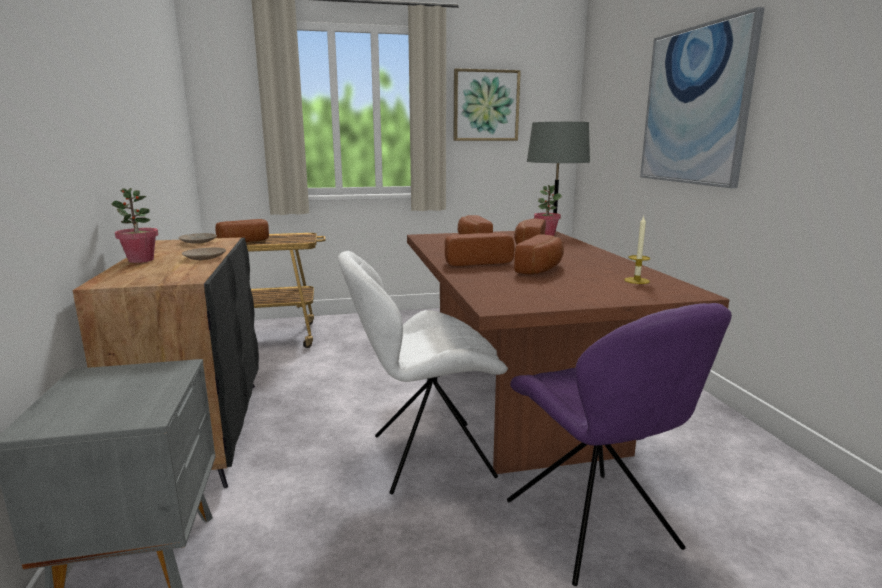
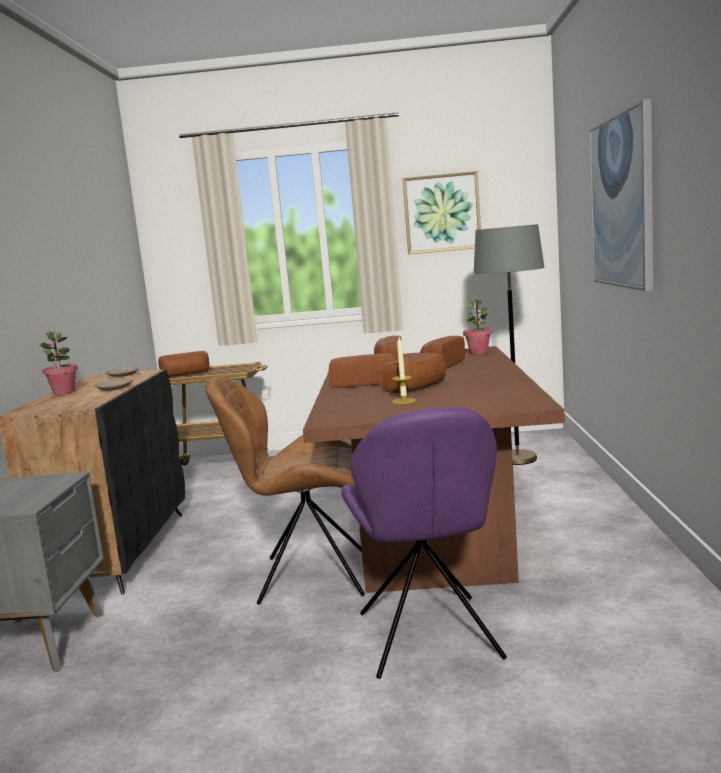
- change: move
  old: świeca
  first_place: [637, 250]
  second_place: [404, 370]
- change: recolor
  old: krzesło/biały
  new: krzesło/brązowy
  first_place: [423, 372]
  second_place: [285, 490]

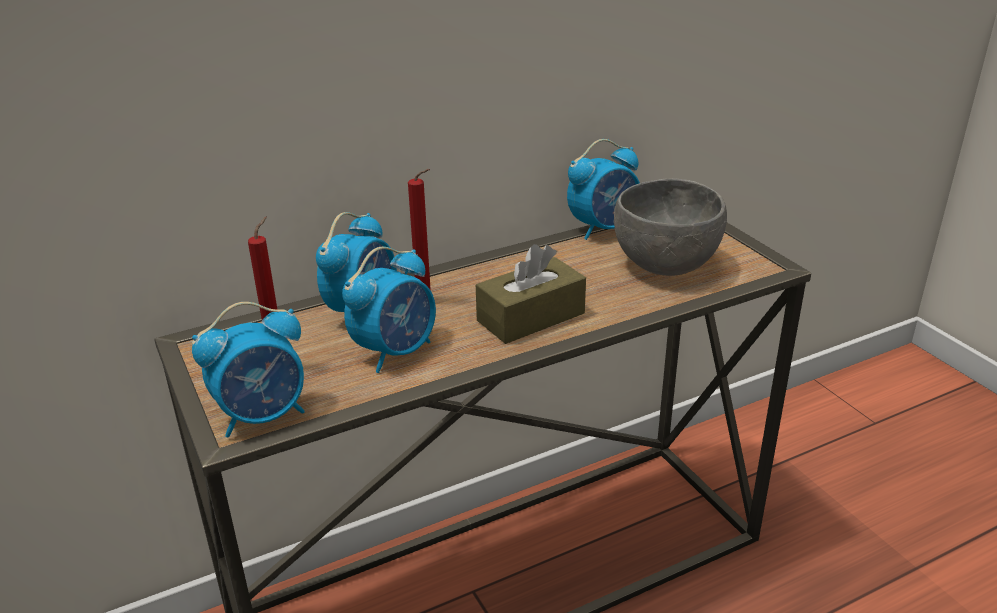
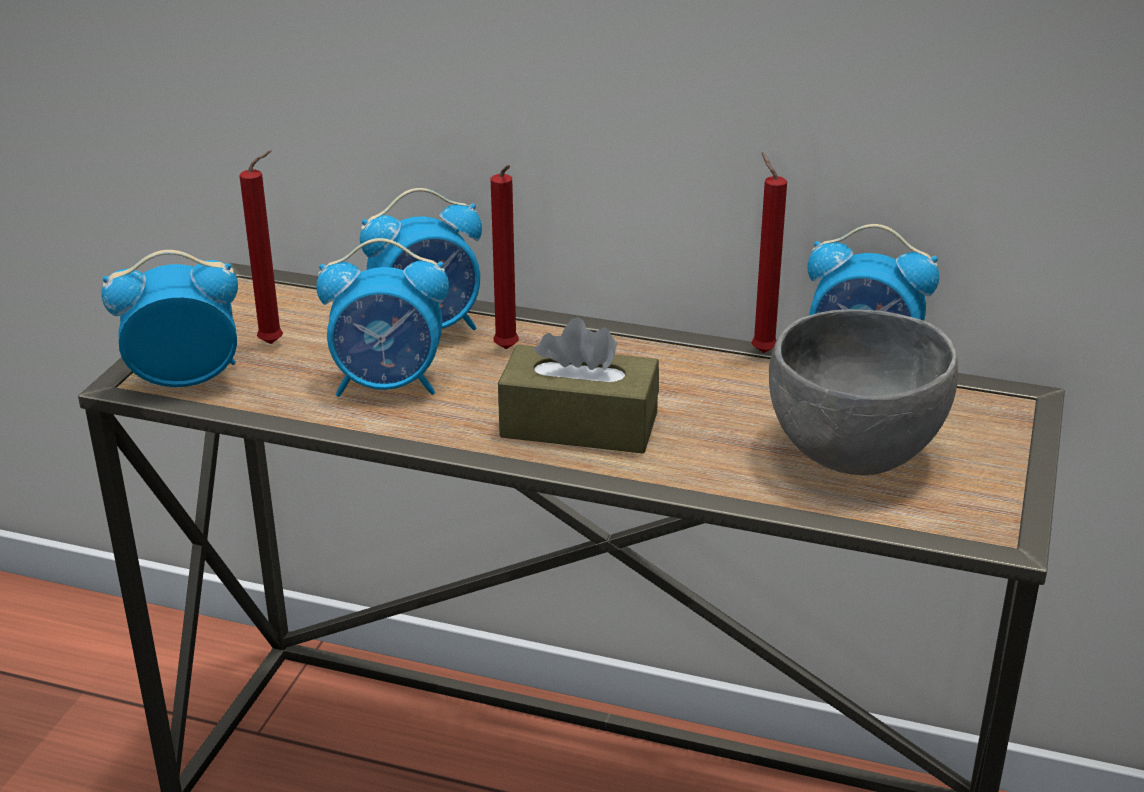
- change: rotate
  old: budzik
  first_place: [248, 370]
  second_place: [169, 318]
  degrees: 150
- change: insert
  new: świeca/czerwony
  second_place: [769, 252]

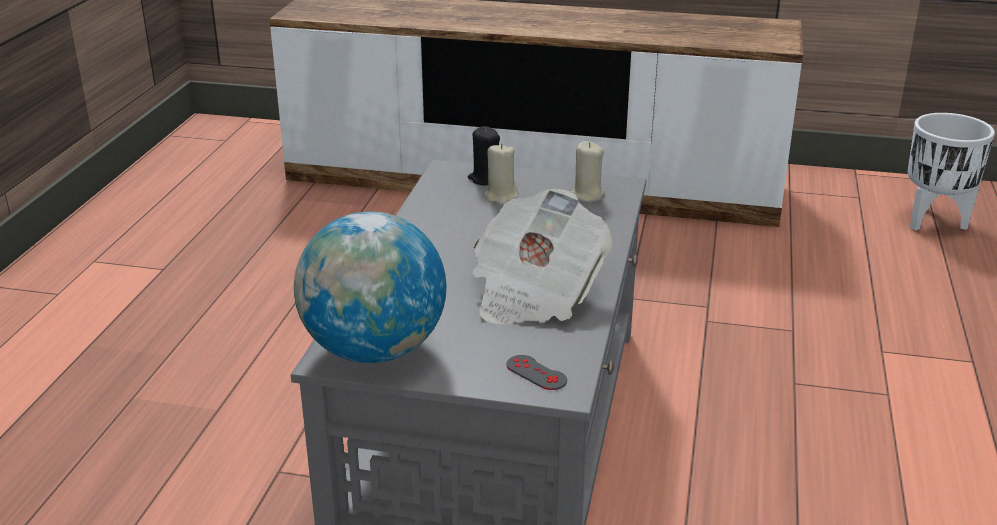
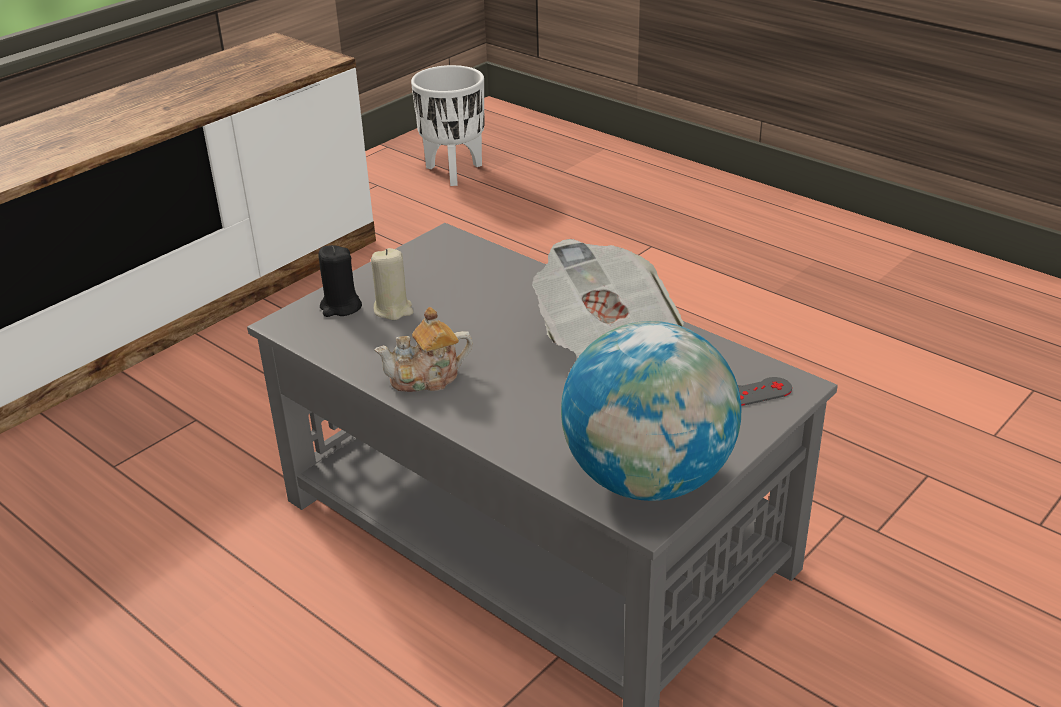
- change: delete
  old: świeca/beżowy
  first_place: [588, 171]
- change: insert
  new: imbryk
  second_place: [424, 349]

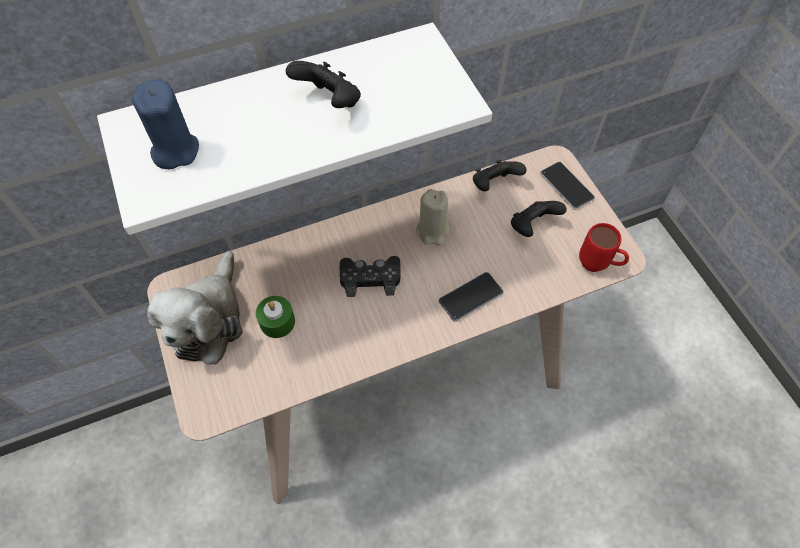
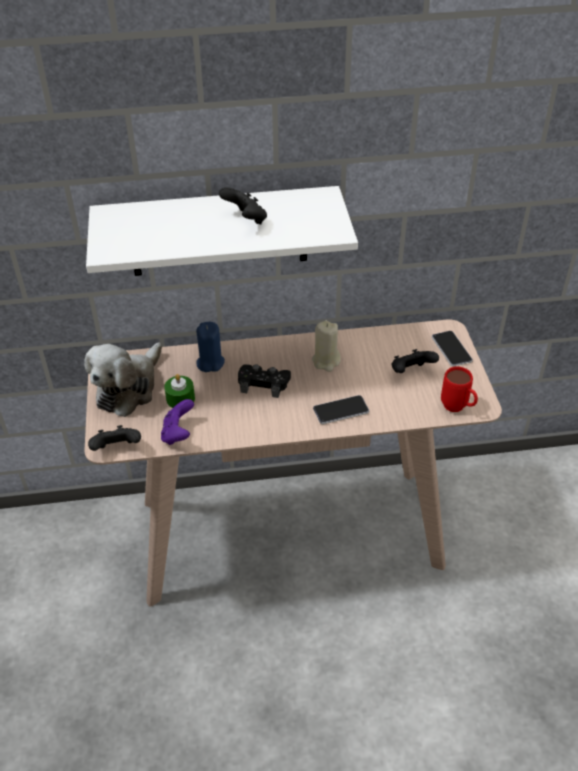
- change: move
  old: świeca/niebieski
  first_place: [165, 124]
  second_place: [210, 347]
- change: move
  old: pad do gier/czarny
  first_place: [499, 175]
  second_place: [114, 438]
- change: insert
  new: pad do gier/fioletowy
  second_place: [177, 422]

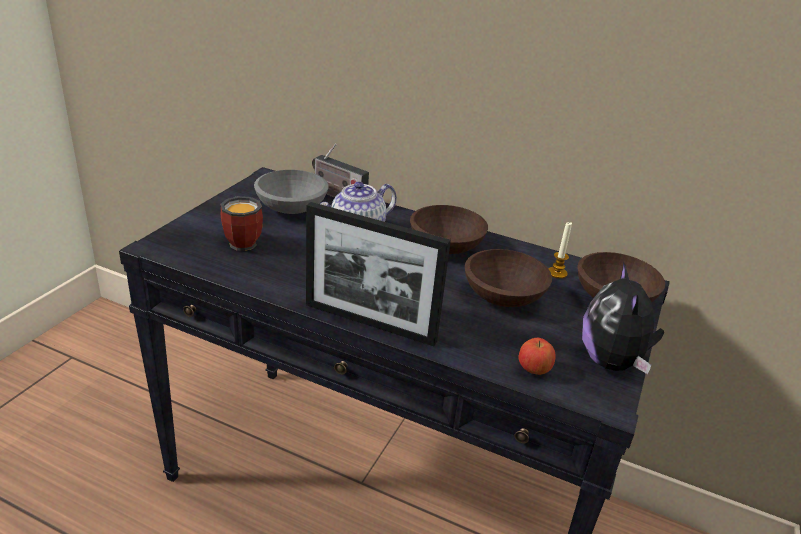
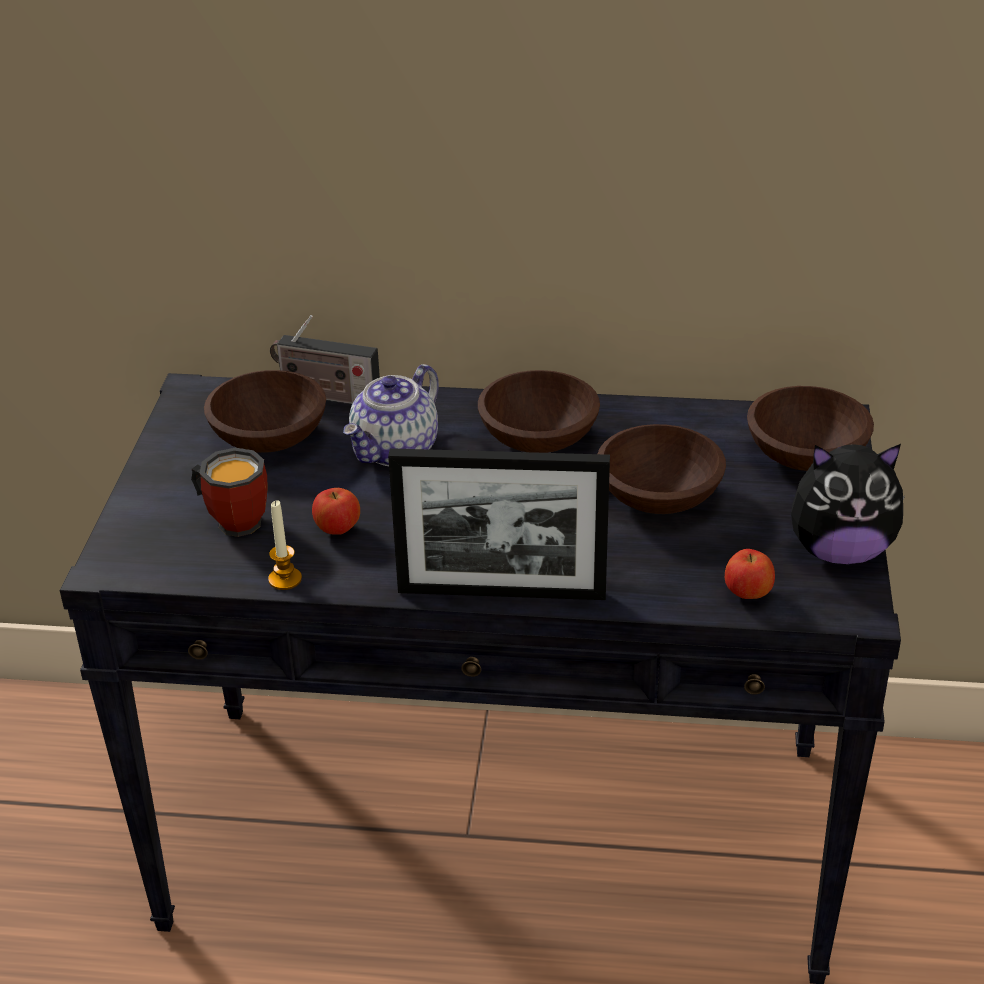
- change: recolor
  old: miska/szary
  new: miska/brązowy
  first_place: [291, 192]
  second_place: [265, 411]
- change: move
  old: świeca
  first_place: [560, 250]
  second_place: [285, 545]
- change: rotate
  old: pluszak
  first_place: [623, 317]
  second_place: [848, 504]
  degrees: -75
- change: insert
  new: jabłko
  second_place: [336, 511]

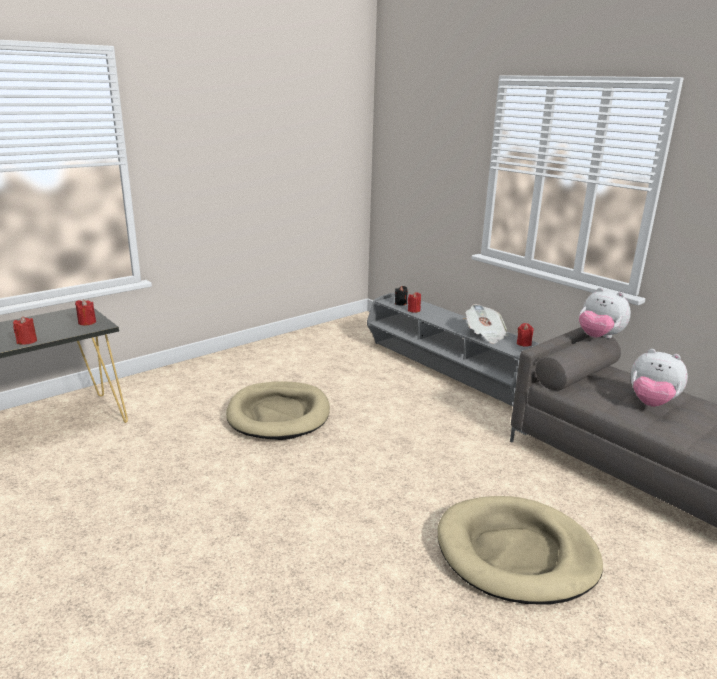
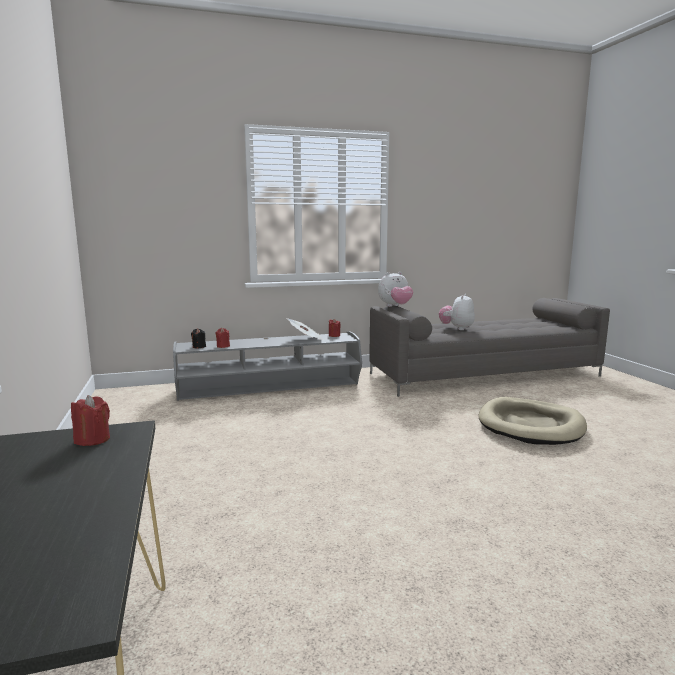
- change: delete
  old: świeca/czerwony
  first_place: [25, 330]
- change: rotate
  old: pluszak
  first_place: [659, 378]
  second_place: [457, 312]
  degrees: 150
- change: delete
  old: legowisko/beżowy
  first_place: [278, 410]

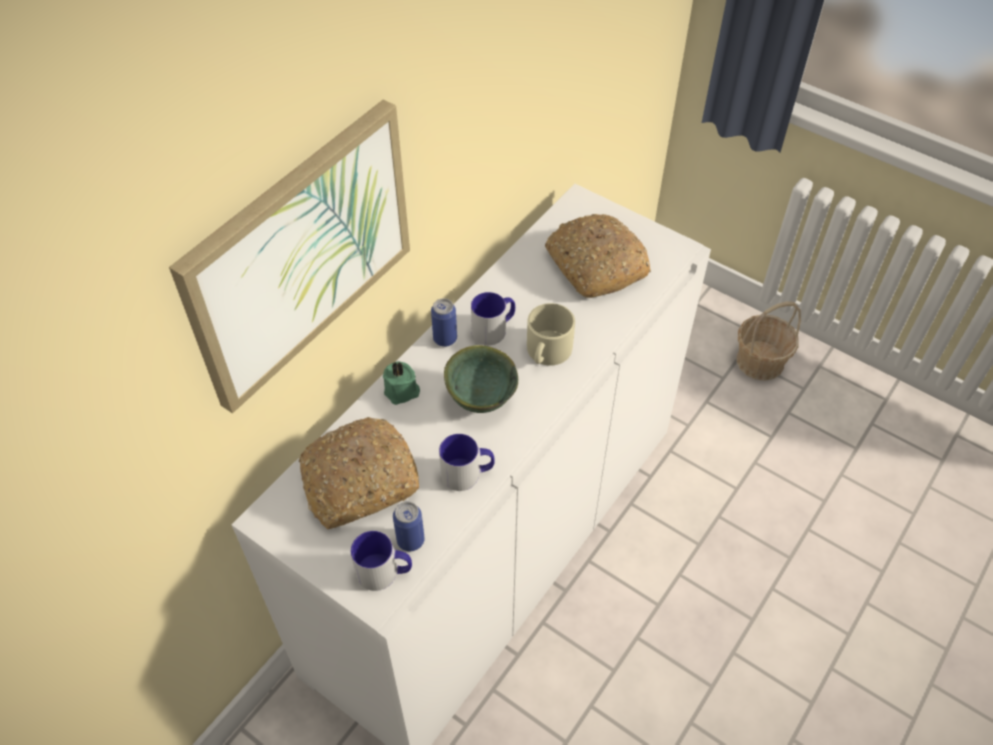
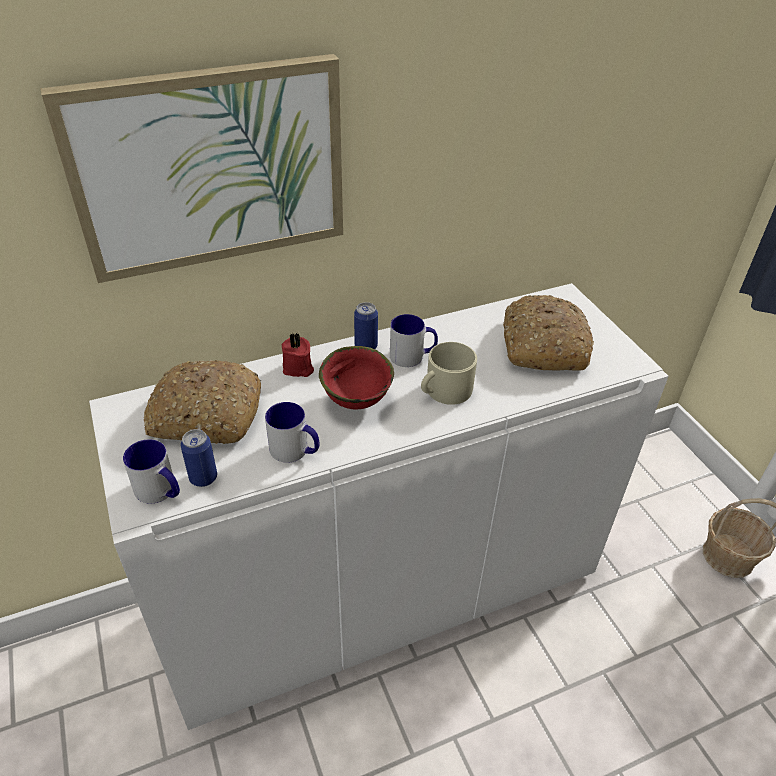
- change: recolor
  old: miska/zielony
  new: miska/czerwony
  first_place: [481, 379]
  second_place: [356, 377]
- change: recolor
  old: świeca/zielony
  new: świeca/czerwony
  first_place: [401, 383]
  second_place: [298, 355]

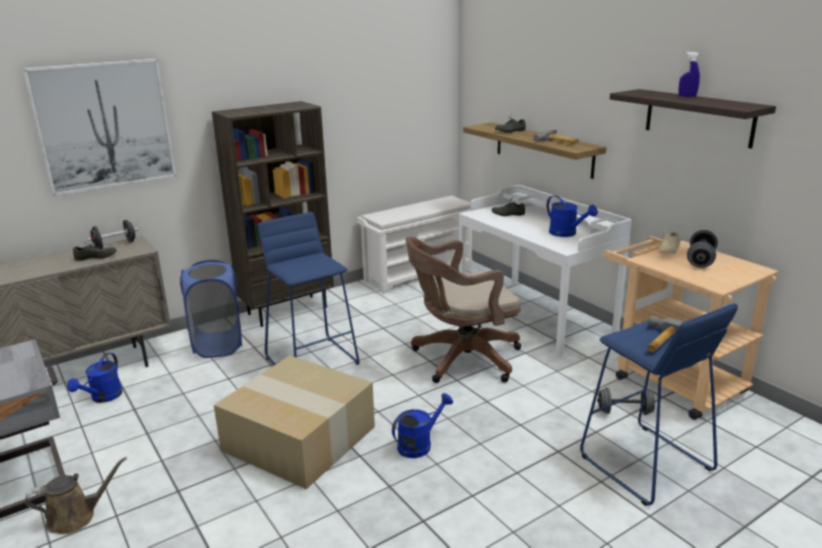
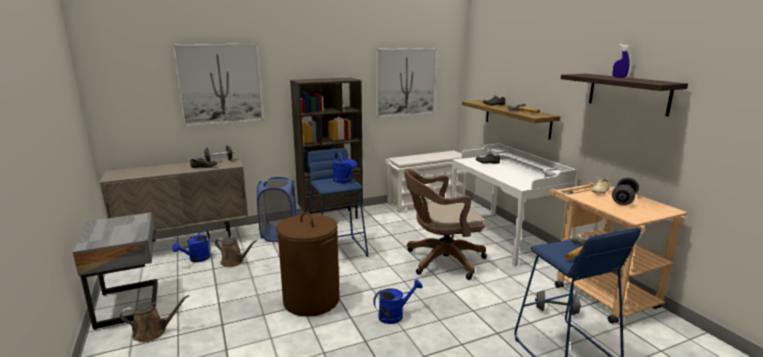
- change: move
  old: konewka/niebieski
  first_place: [572, 216]
  second_place: [345, 167]
- change: replace
  old: karton
  new: kosz na pranie/brązowy
  first_place: [294, 422]
  second_place: [308, 264]
- change: insert
  new: obraz
  second_place: [406, 83]
- change: insert
  new: konewka/brązowy
  second_place: [236, 252]

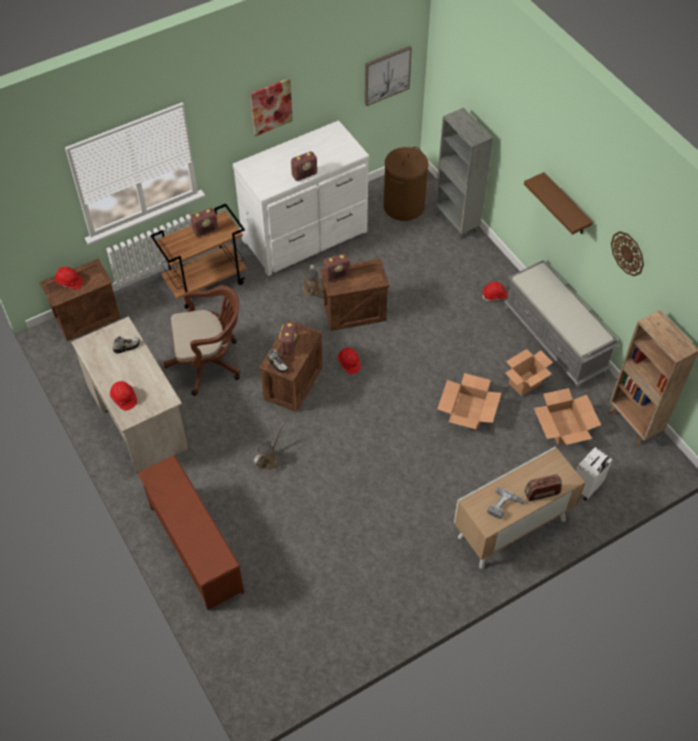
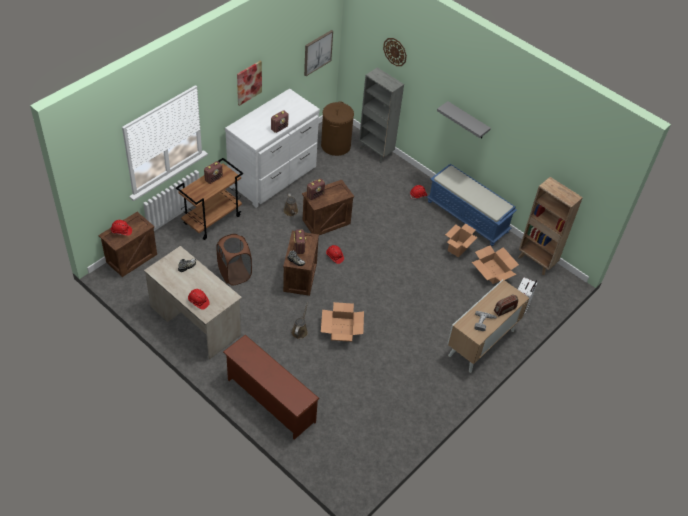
- change: recolor
  old: półka/brązowy
  new: półka/szary
  first_place: [558, 203]
  second_place: [464, 119]
- change: move
  old: zegar ścienny
  first_place: [627, 253]
  second_place: [395, 52]
- change: recolor
  old: ławka/szary
  new: ławka/niebieski
  first_place: [560, 324]
  second_place: [472, 205]
- change: replace
  old: krzesło biurowe/brązowy
  new: kosz na pranie/brązowy
  first_place: [202, 340]
  second_place: [234, 260]
- change: move
  old: karton
  first_place: [469, 401]
  second_place: [342, 322]

